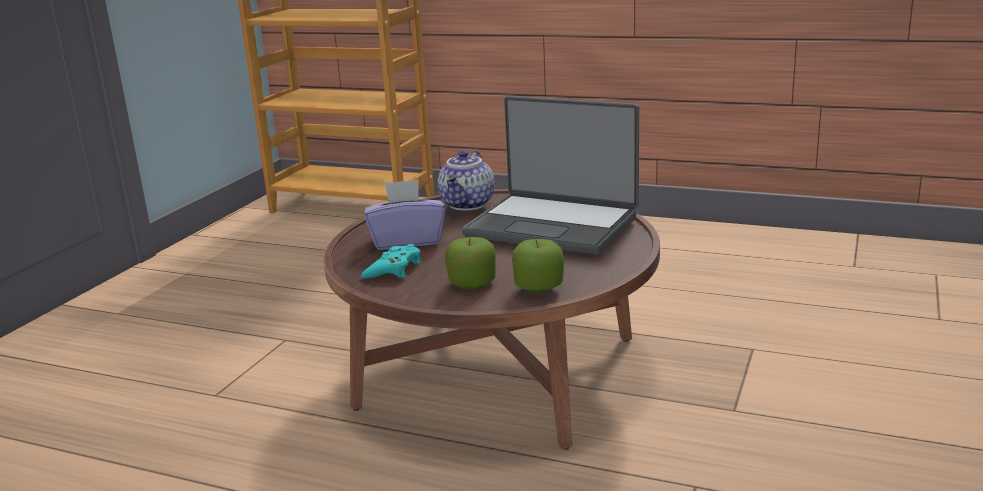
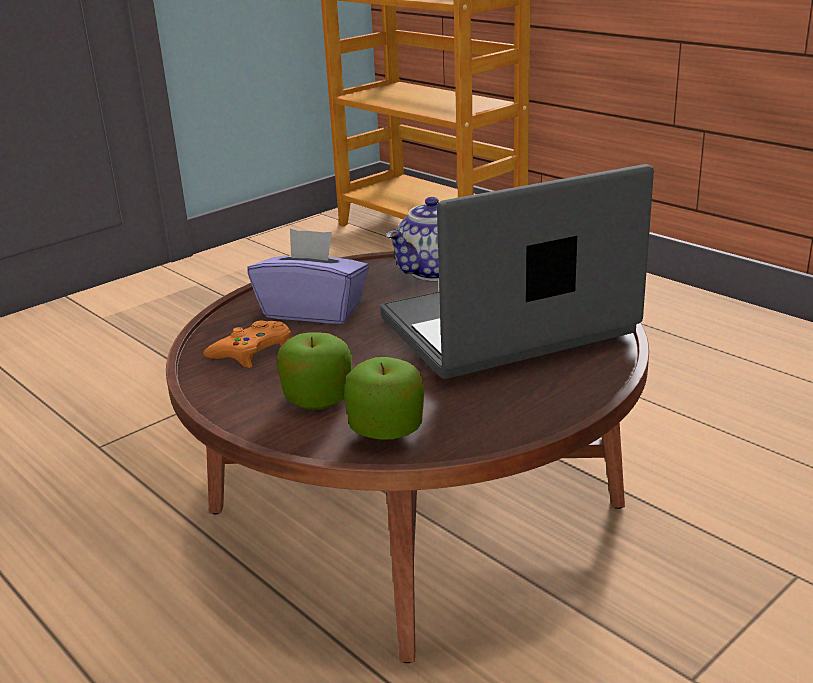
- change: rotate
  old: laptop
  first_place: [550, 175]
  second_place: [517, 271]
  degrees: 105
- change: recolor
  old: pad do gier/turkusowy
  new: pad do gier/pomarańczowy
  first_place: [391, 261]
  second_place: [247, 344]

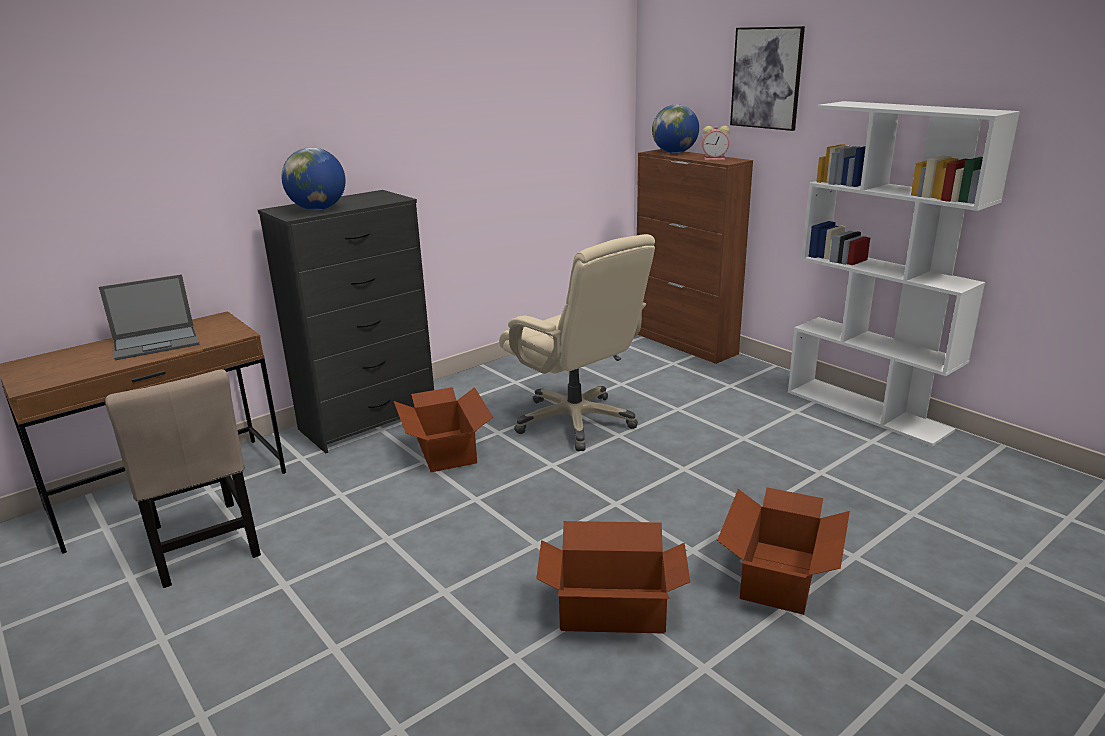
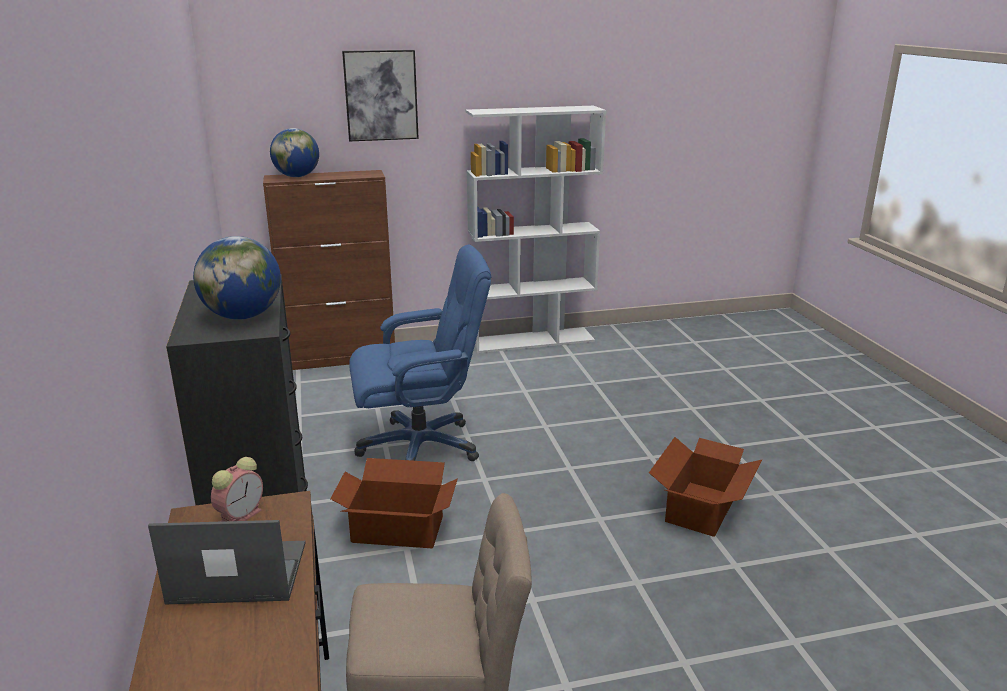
- change: move
  old: budzik
  first_place: [716, 143]
  second_place: [237, 489]
- change: recolor
  old: krzesło biurowe/beżowy
  new: krzesło biurowe/niebieski
  first_place: [577, 342]
  second_place: [420, 353]
- change: rotate
  old: laptop
  first_place: [149, 317]
  second_place: [226, 562]
  degrees: -90
- change: delete
  old: karton
  first_place: [783, 551]

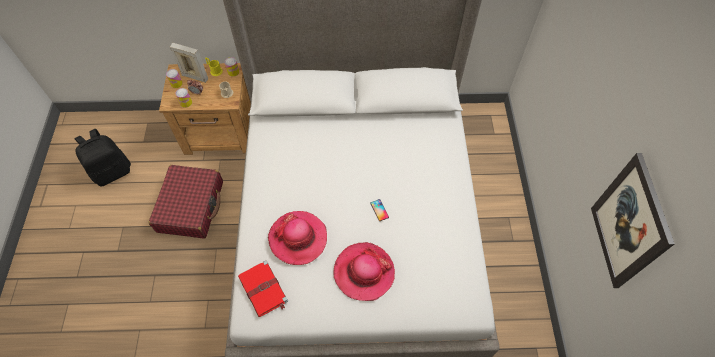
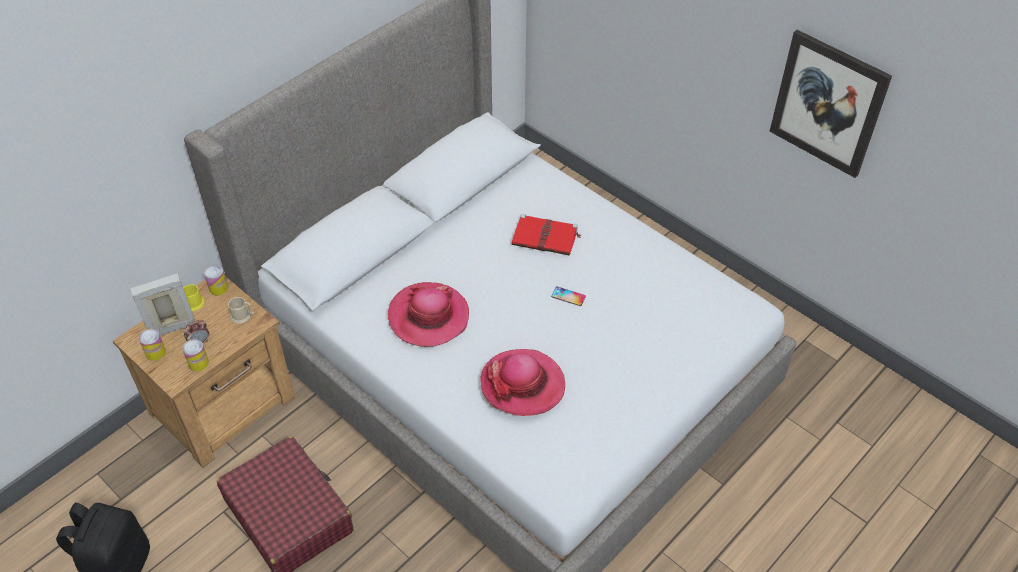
- change: move
  old: kapelusz
  first_place: [364, 271]
  second_place: [428, 314]
- change: move
  old: książka/czerwony
  first_place: [263, 288]
  second_place: [546, 235]

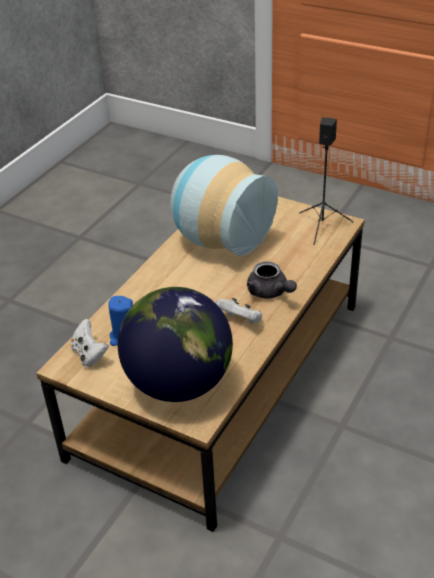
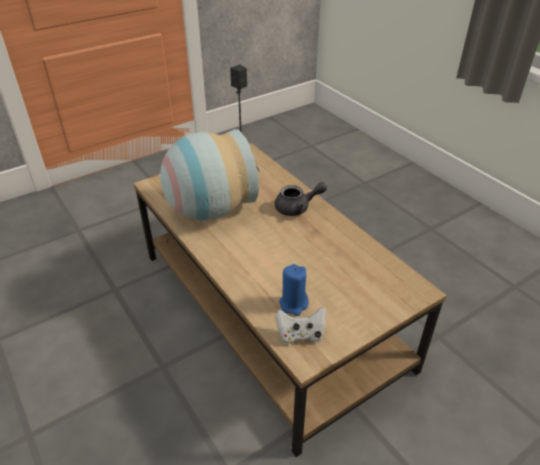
- change: delete
  old: globus
  first_place: [175, 344]
- change: delete
  old: pad do gier/biały
  first_place: [239, 311]

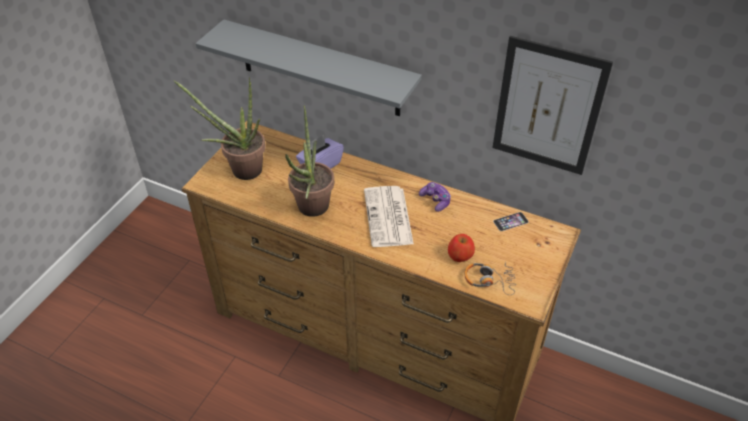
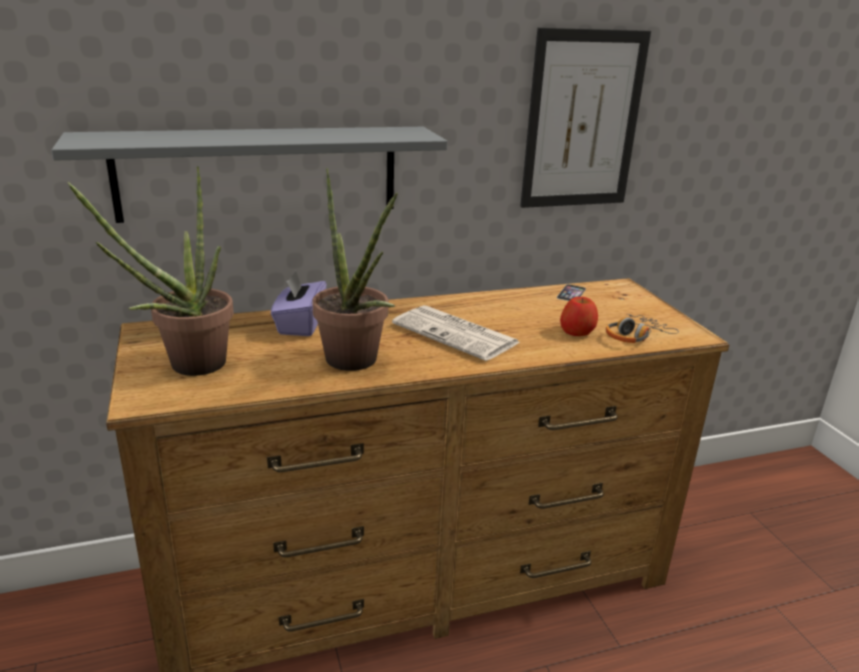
- change: delete
  old: pad do gier
  first_place: [435, 197]

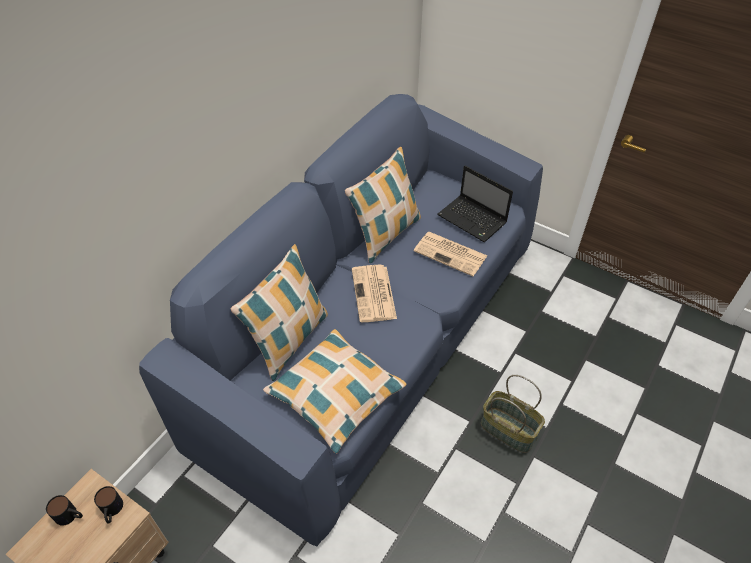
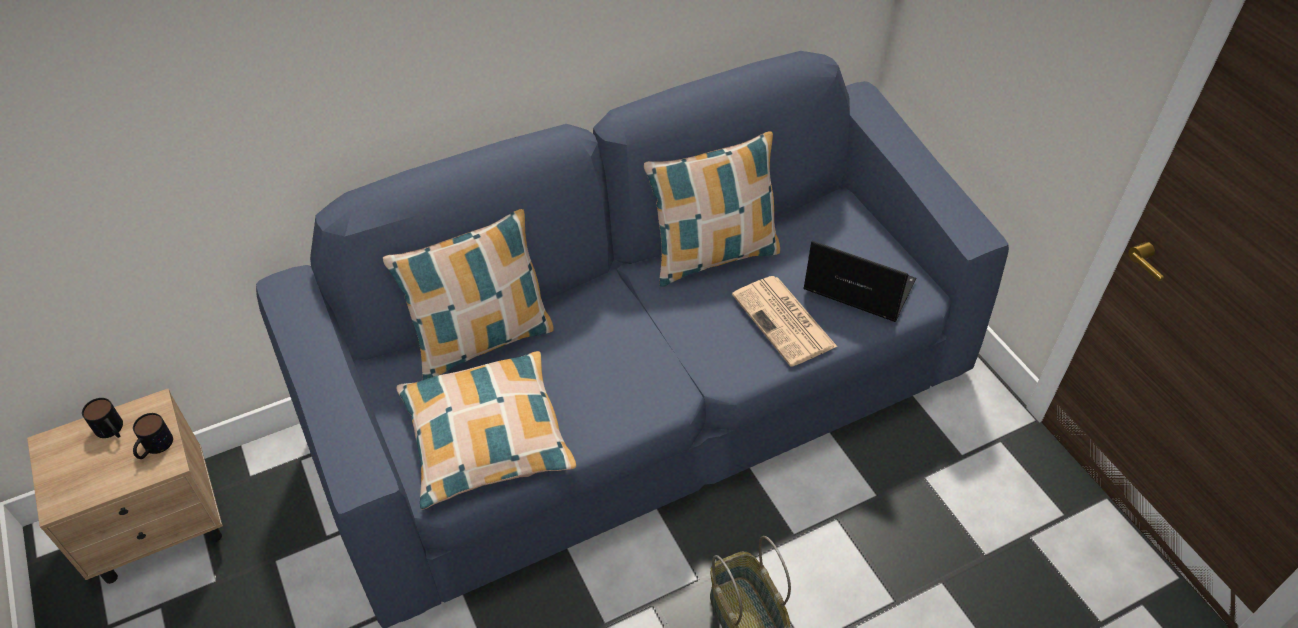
- change: rotate
  old: laptop
  first_place: [475, 204]
  second_place: [859, 281]
  degrees: 135
- change: delete
  old: gazeta
  first_place: [374, 293]

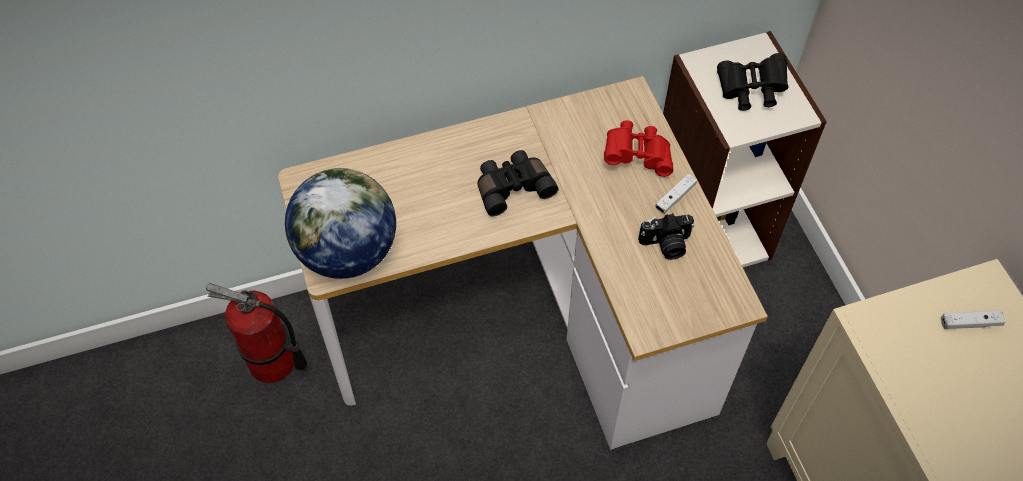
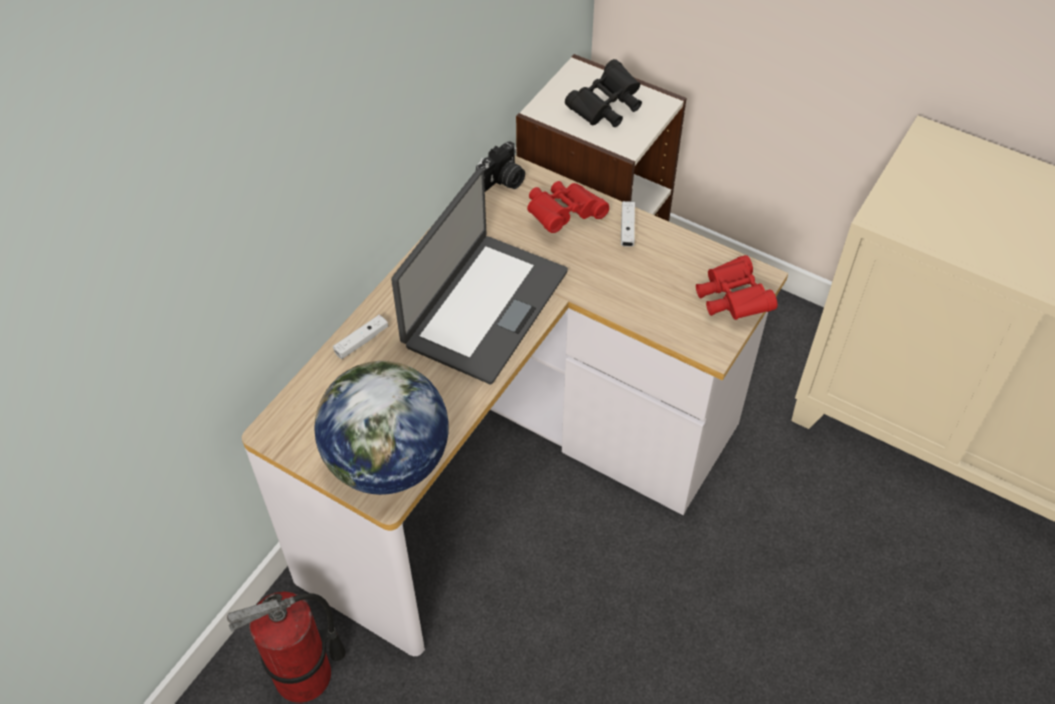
- change: replace
  old: lornetka/czarny
  new: laptop
  first_place: [518, 183]
  second_place: [479, 276]
- change: move
  old: aparat fotograficzny
  first_place: [666, 237]
  second_place: [500, 166]
- change: move
  old: pad do gier/biały
  first_place: [973, 319]
  second_place: [360, 337]
- change: insert
  new: lornetka/czerwony
  second_place: [737, 287]

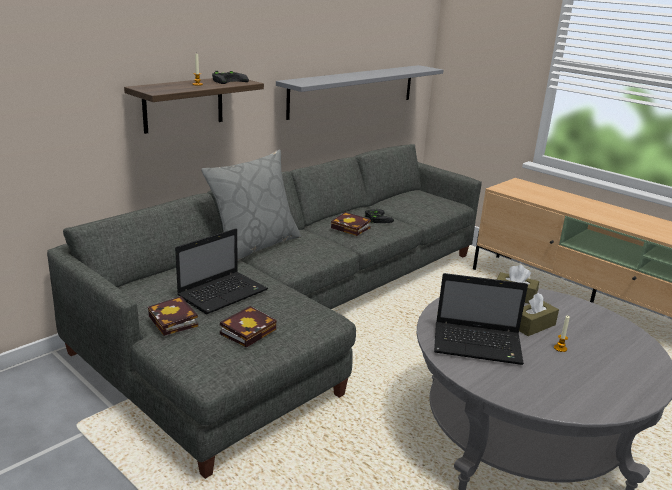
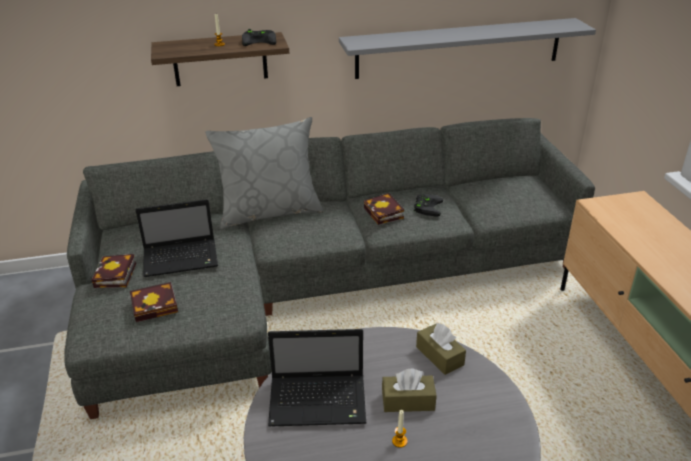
- change: rotate
  old: laptop
  first_place: [481, 319]
  second_place: [317, 378]
  degrees: -45

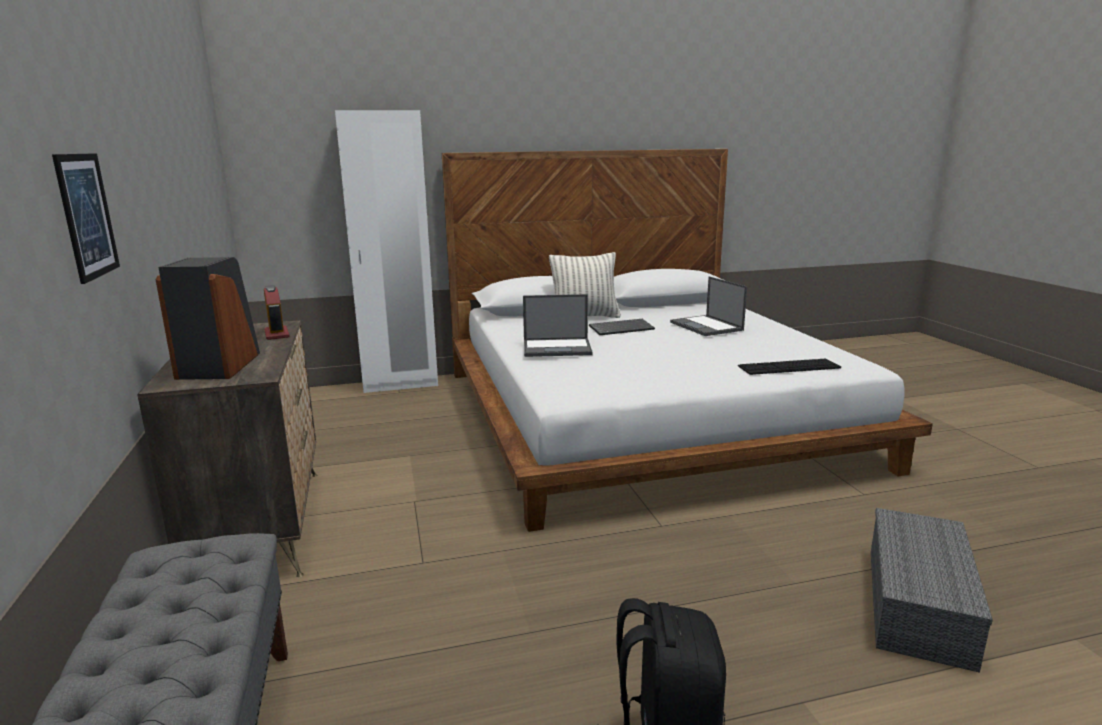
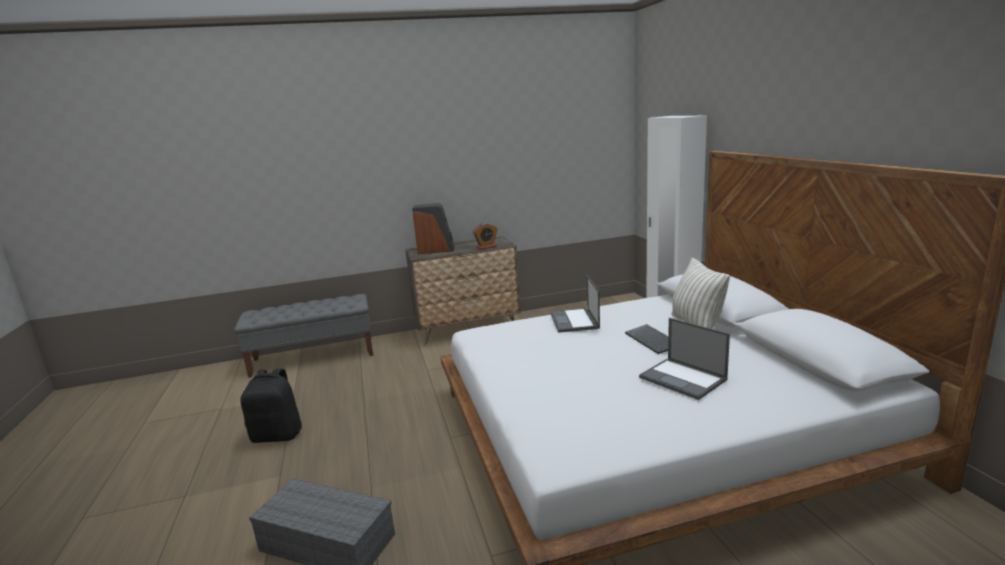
- change: delete
  old: obraz
  first_place: [86, 218]
- change: rotate
  old: laptop
  first_place: [708, 306]
  second_place: [684, 359]
  degrees: -105
- change: delete
  old: klawiatura
  first_place: [789, 367]

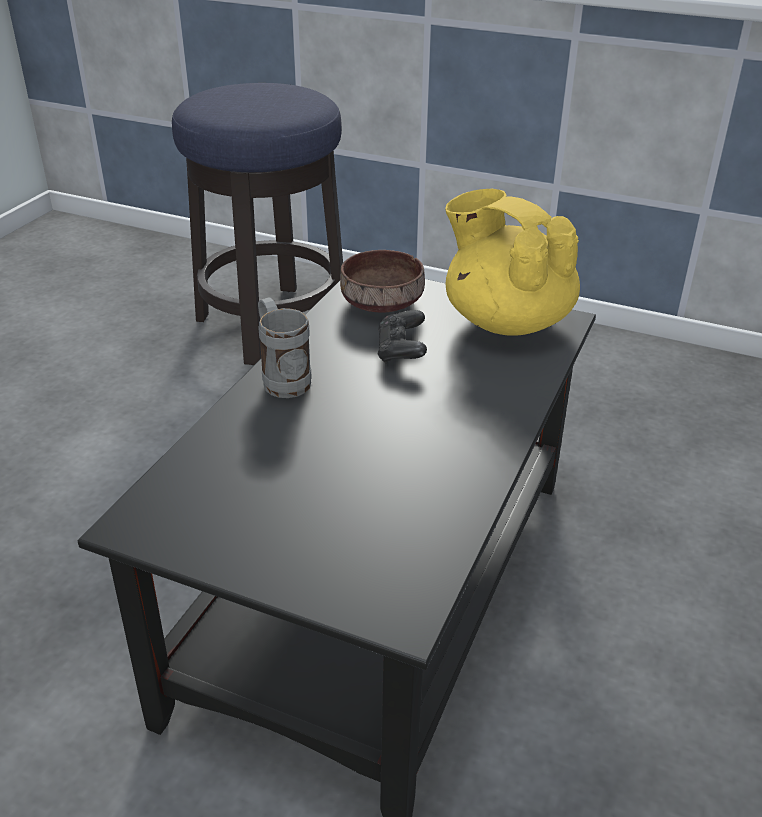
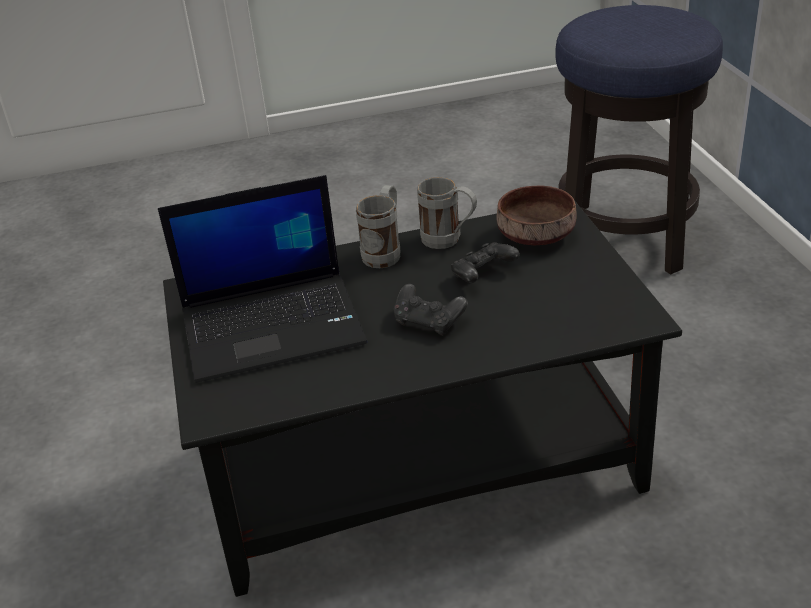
- change: delete
  old: imbryk/żółty
  first_place: [512, 262]
- change: insert
  new: laptop
  second_place: [262, 279]
- change: insert
  new: kubek/szary
  second_place: [447, 213]
- change: insert
  new: pad do gier/czarny
  second_place: [431, 310]

